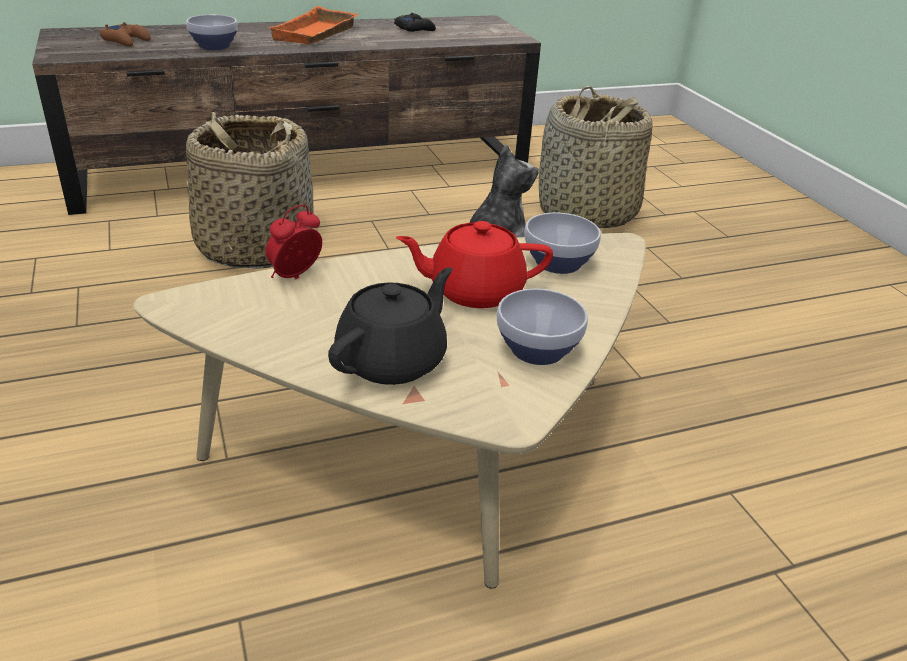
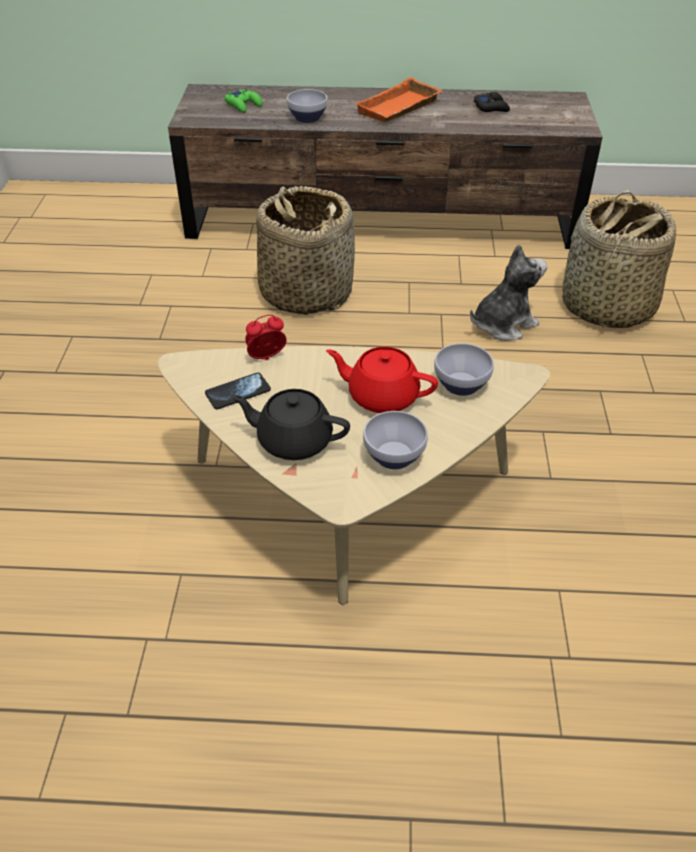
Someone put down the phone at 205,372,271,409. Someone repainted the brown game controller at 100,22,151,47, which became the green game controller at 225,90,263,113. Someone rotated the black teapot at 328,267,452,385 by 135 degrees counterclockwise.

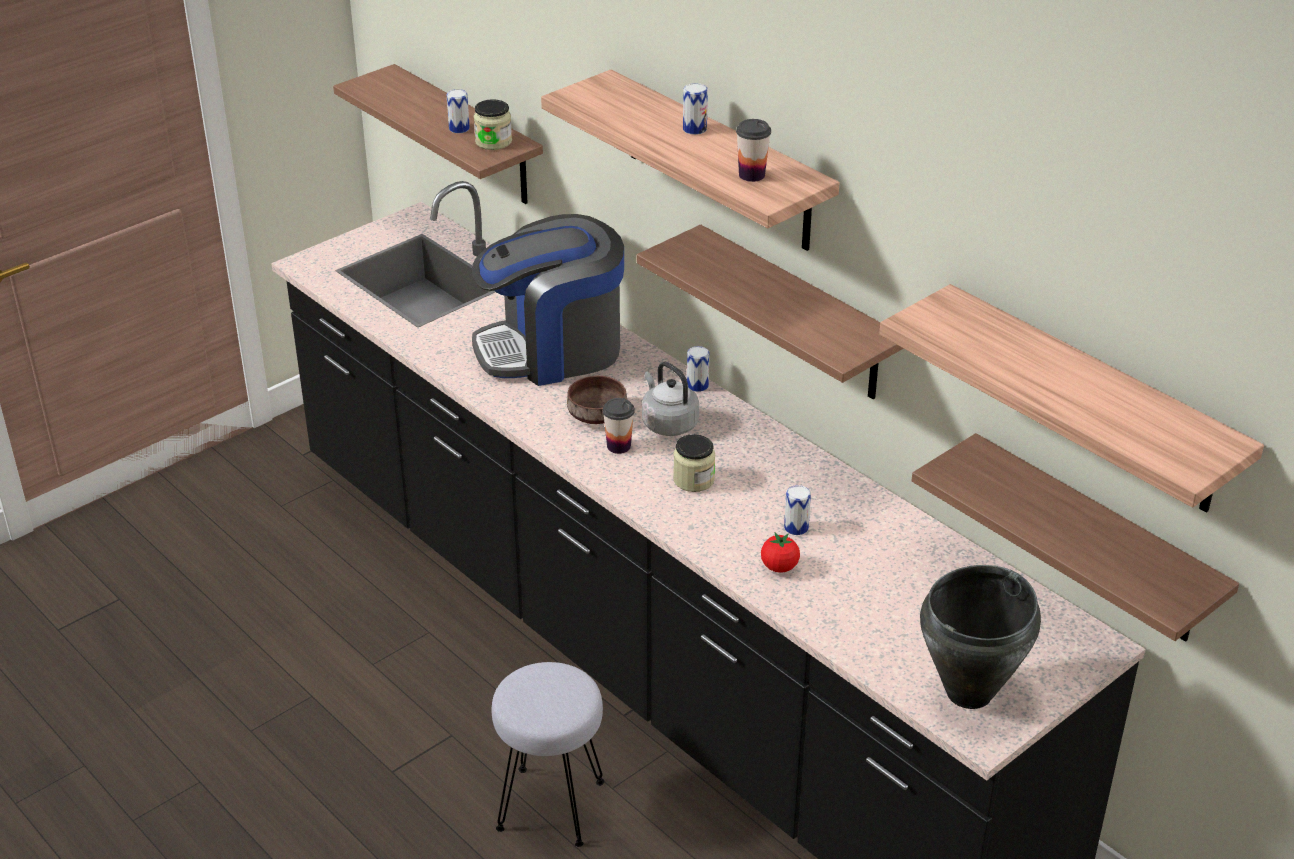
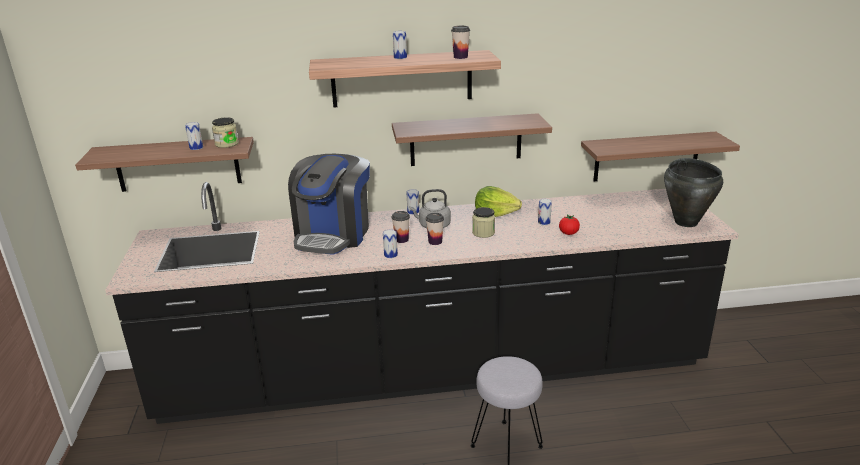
Someone took away the shelf at 879,284,1264,513. Someone put down the can at 383,229,398,258. Someone put down the lettuce at 475,186,522,217. Someone swapped the brown bowl at 567,376,627,424 for the cup at 392,211,410,243.

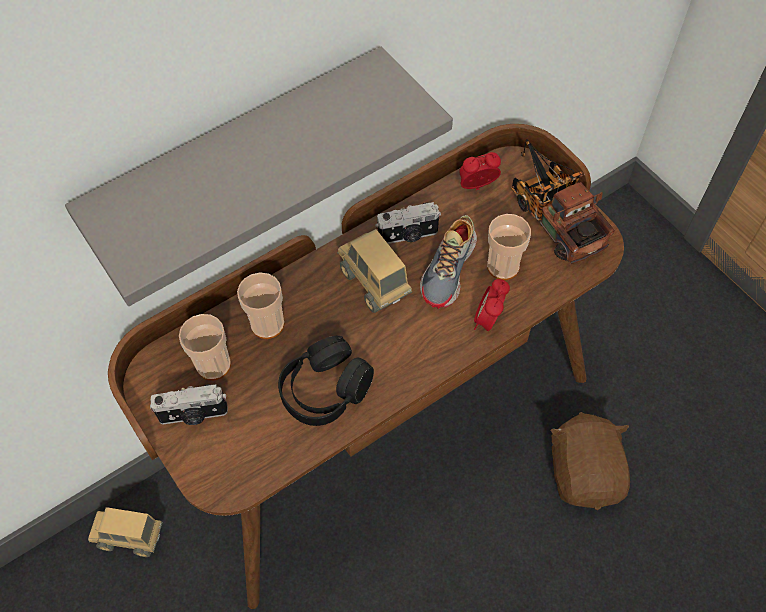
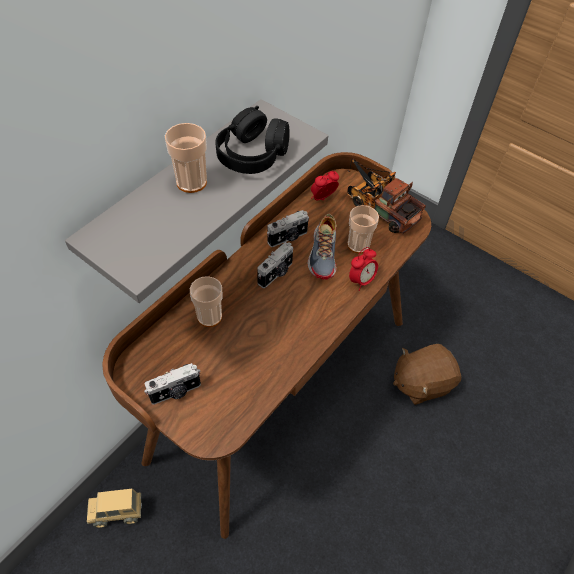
Someone carried the cup from 179,314,231,380 to 165,123,207,193. Someone carried the black headphones from 278,336,374,426 to 215,106,290,174. Someone swapped the toy truck at 337,229,412,313 for the photo camera at 257,242,293,288. Someone rotated the alarm clock at 474,279,510,331 by 135 degrees counterclockwise. Someone rotated the brown plush toy at 550,412,630,510 by 90 degrees counterclockwise.

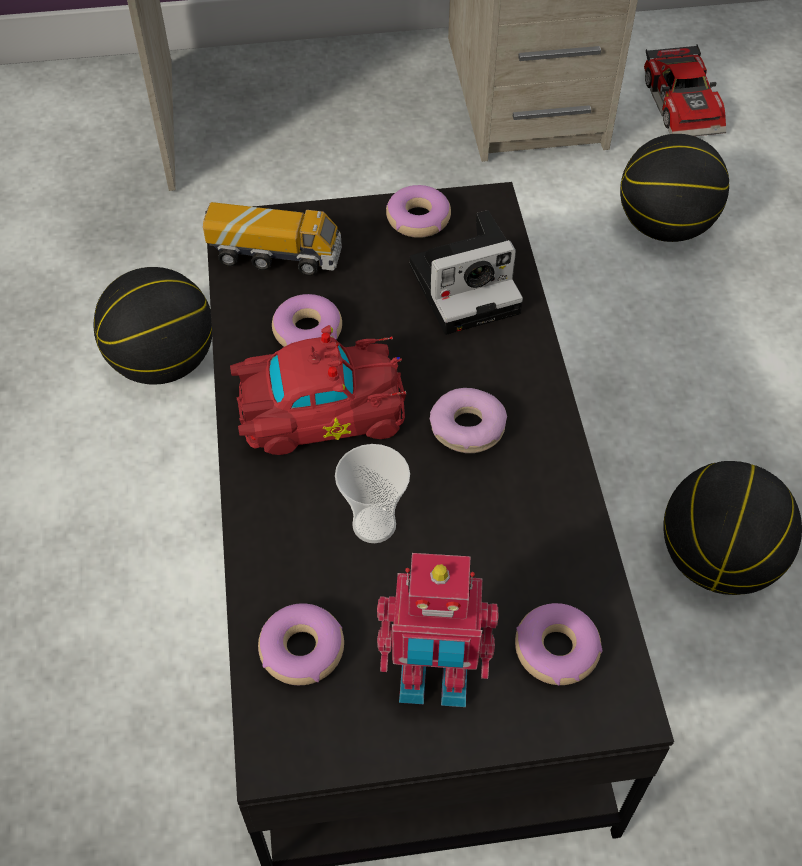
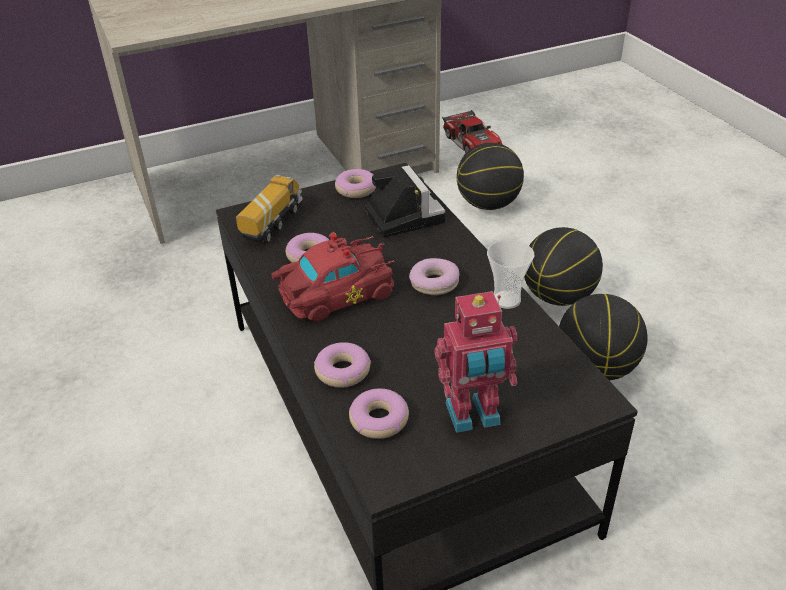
Someone carried the basketball from 94,267,212,385 to 524,227,603,306. Someone carried the cup from 335,444,410,543 to 487,240,534,309. Someone carried the donut from 515,603,603,685 to 314,342,371,388. Someone rotated the toy truck at 203,202,342,276 by 60 degrees counterclockwise. Someone rotated the photo camera at 410,210,523,335 by 75 degrees counterclockwise.

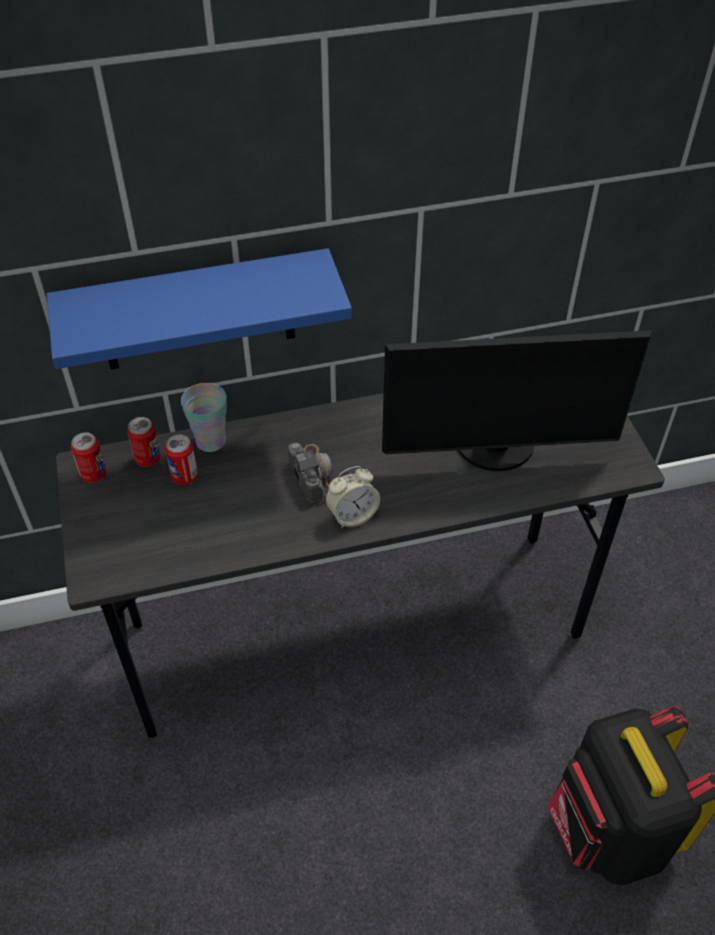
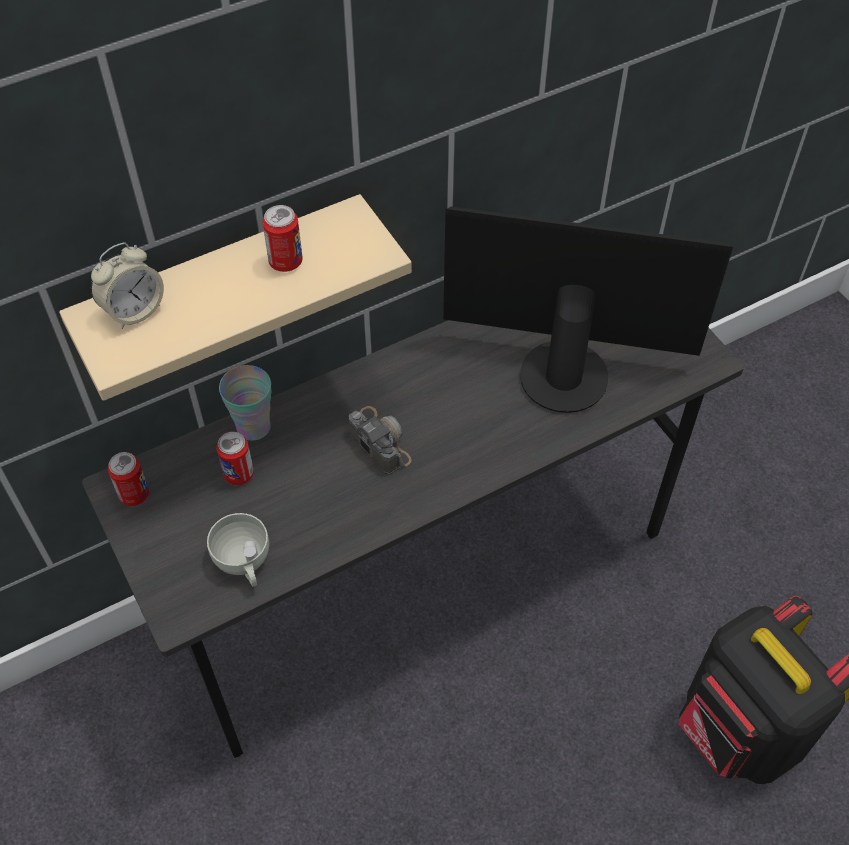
Someone put down the white cup at 207,513,269,587. Someone carried the can from 127,417,161,467 to 262,205,303,272. Someone carried the alarm clock from 325,466,380,528 to 91,242,164,329. Someone repainted the blue shelf at 47,248,352,369, which became the beige shelf at 59,194,412,401. Someone rotated the monitor at 382,330,652,471 by 150 degrees counterclockwise.

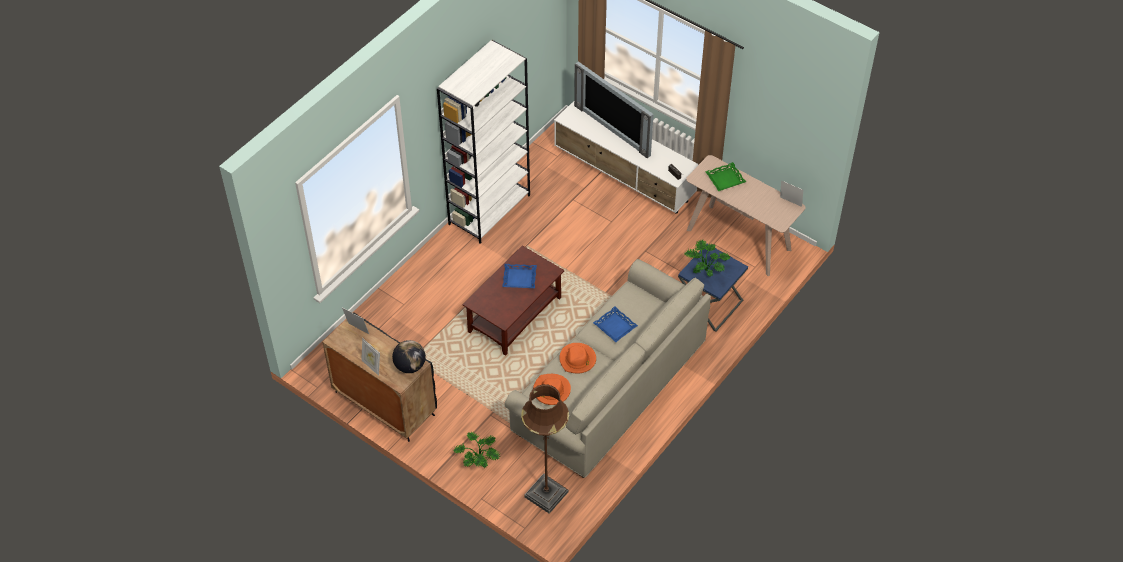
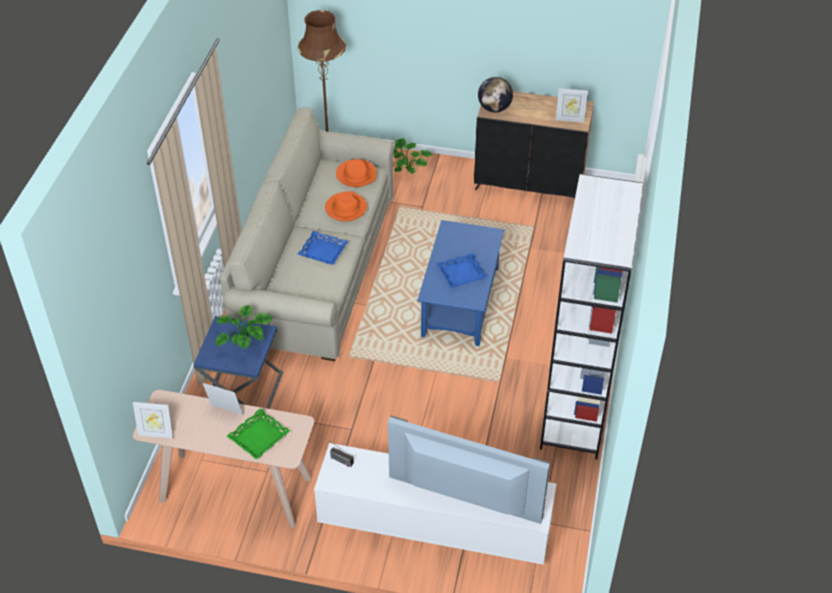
Someone carried the picture frame from 361,338,380,376 to 203,383,243,415. Someone repainted the brown coffee table at 463,245,564,356, which became the blue coffee table at 417,220,504,346.

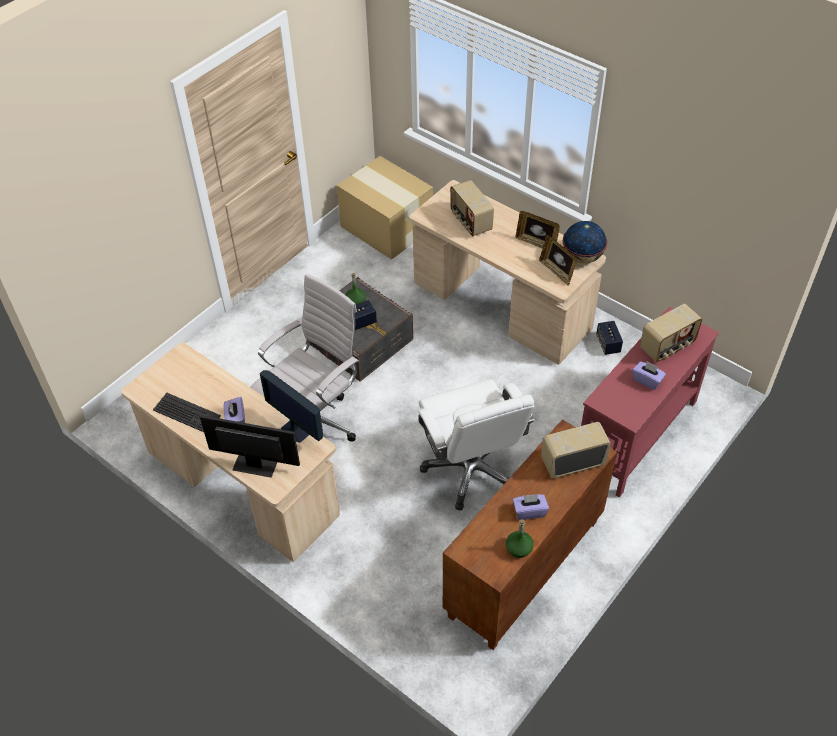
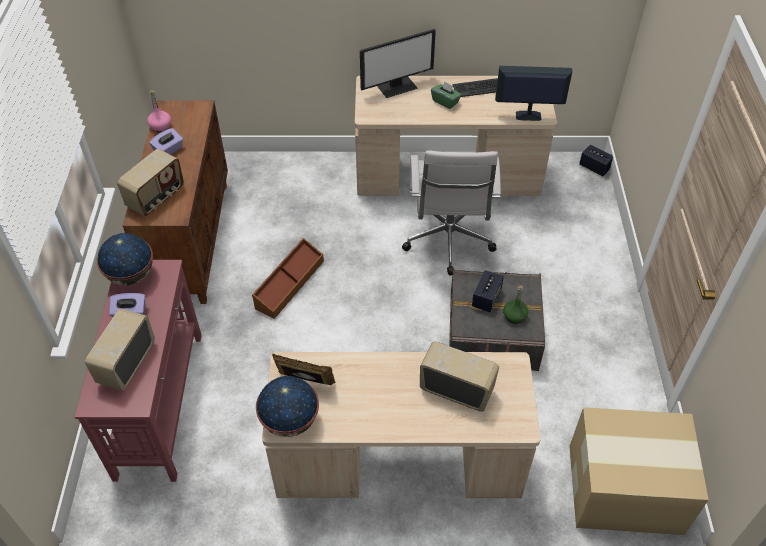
Someone took away the picture frame at 516,211,560,248. Someone put down the globe at 97,233,153,285. Someone carried the monitor from 260,370,323,443 to 495,66,572,121. Someone carried the speaker from 596,321,623,355 to 579,145,613,176. Someone swapped the white office chair at 418,379,535,511 for the brown storage box at 252,238,324,319. Someone repainted the purple tissue box at 224,397,245,423, which became the green tissue box at 431,81,461,109. Someone repainted the green bottle at 506,519,534,558, which became the pink bottle at 147,90,171,132.

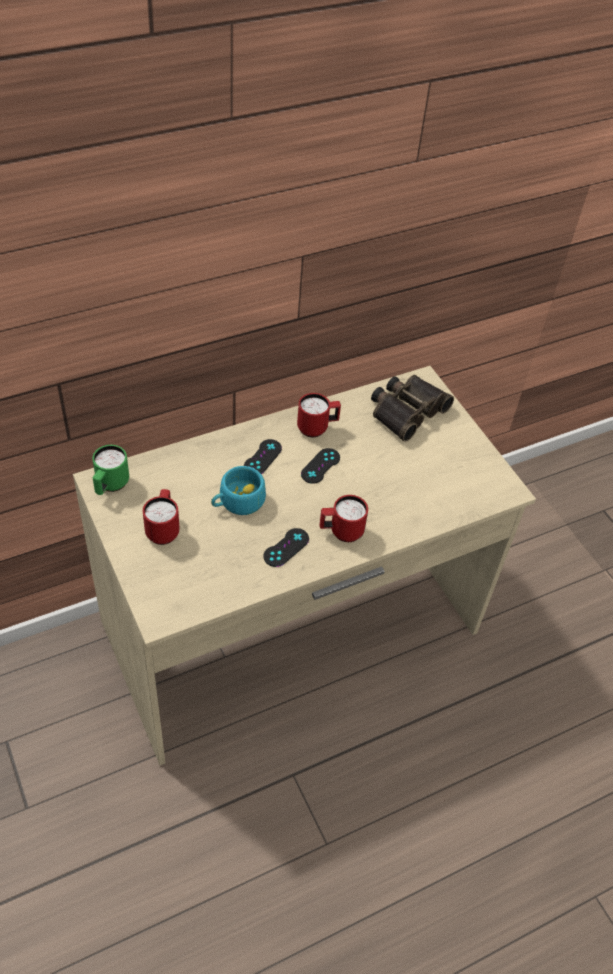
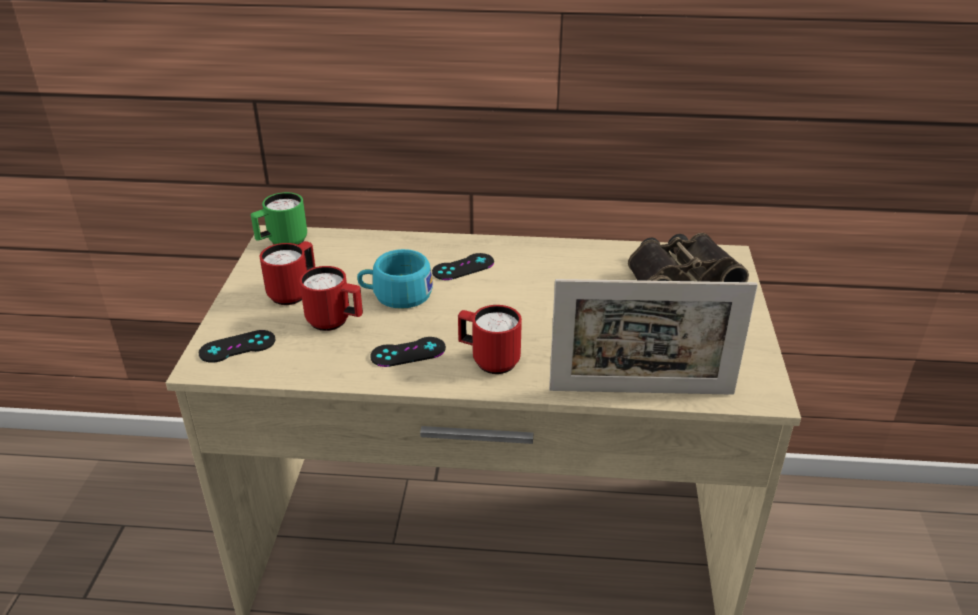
Someone put down the picture frame at 549,279,758,395. Someone carried the red mug from 297,393,341,437 to 299,266,363,331. Someone carried the black game controller from 301,448,340,484 to 199,330,276,363.

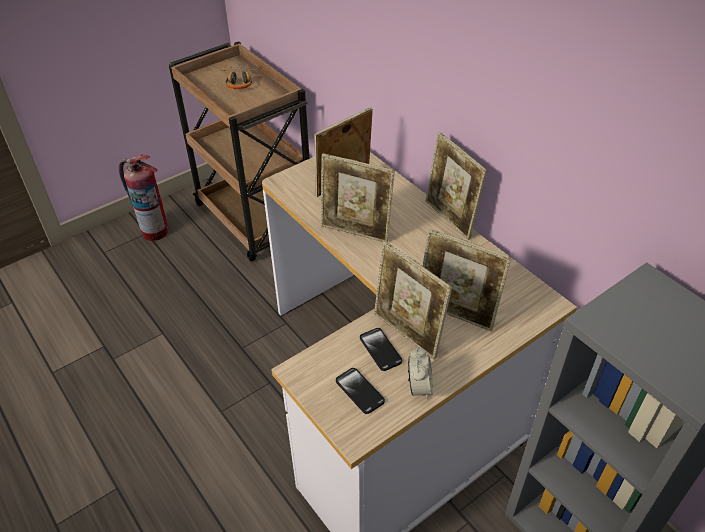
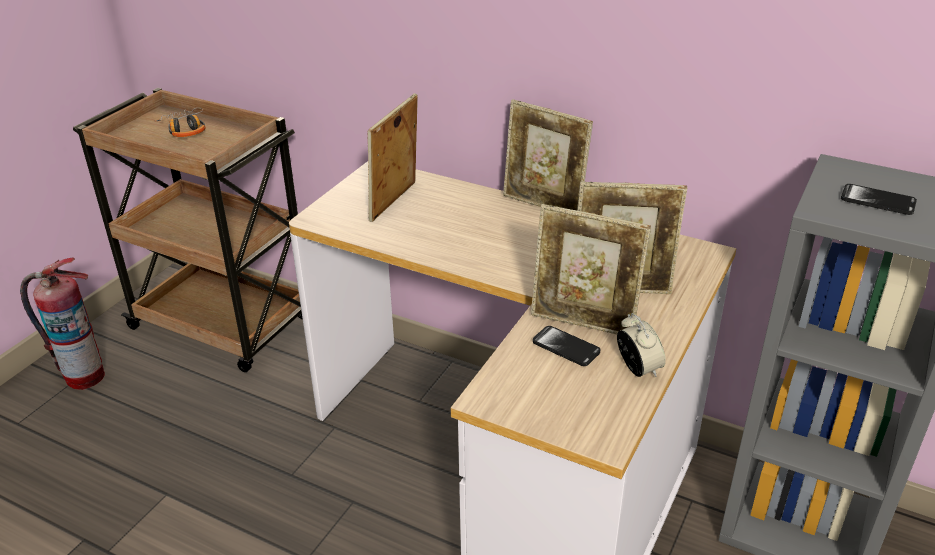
Someone took away the picture frame at 321,153,395,242. Someone carried the phone from 336,368,385,414 to 841,184,917,215.

